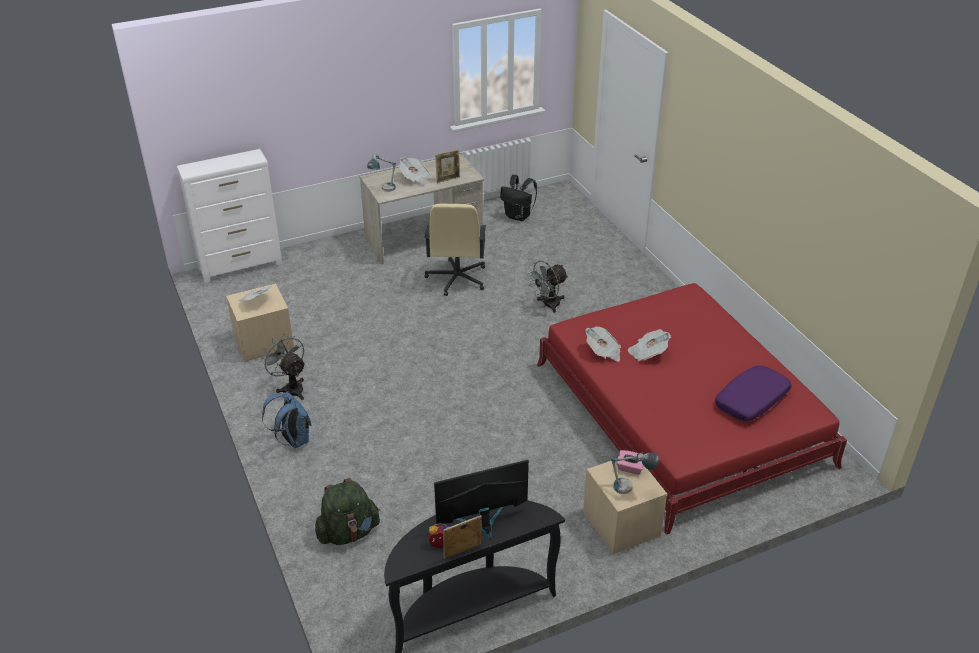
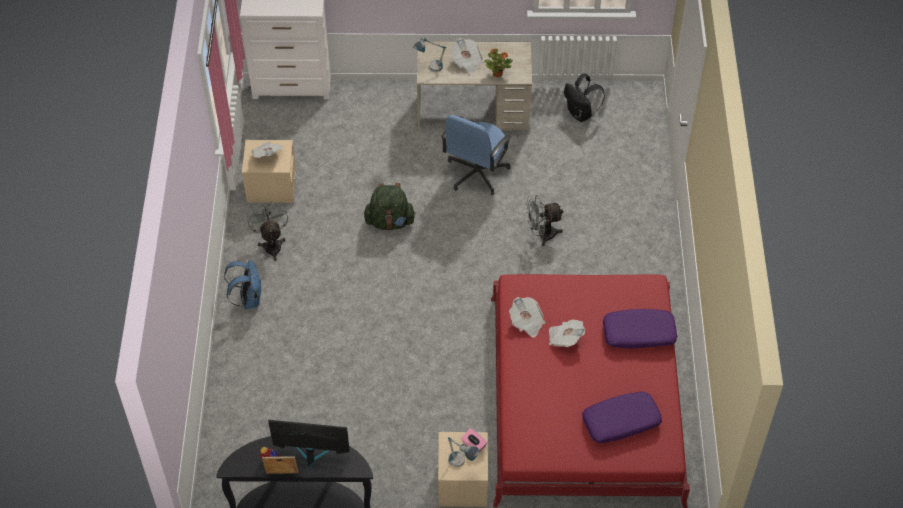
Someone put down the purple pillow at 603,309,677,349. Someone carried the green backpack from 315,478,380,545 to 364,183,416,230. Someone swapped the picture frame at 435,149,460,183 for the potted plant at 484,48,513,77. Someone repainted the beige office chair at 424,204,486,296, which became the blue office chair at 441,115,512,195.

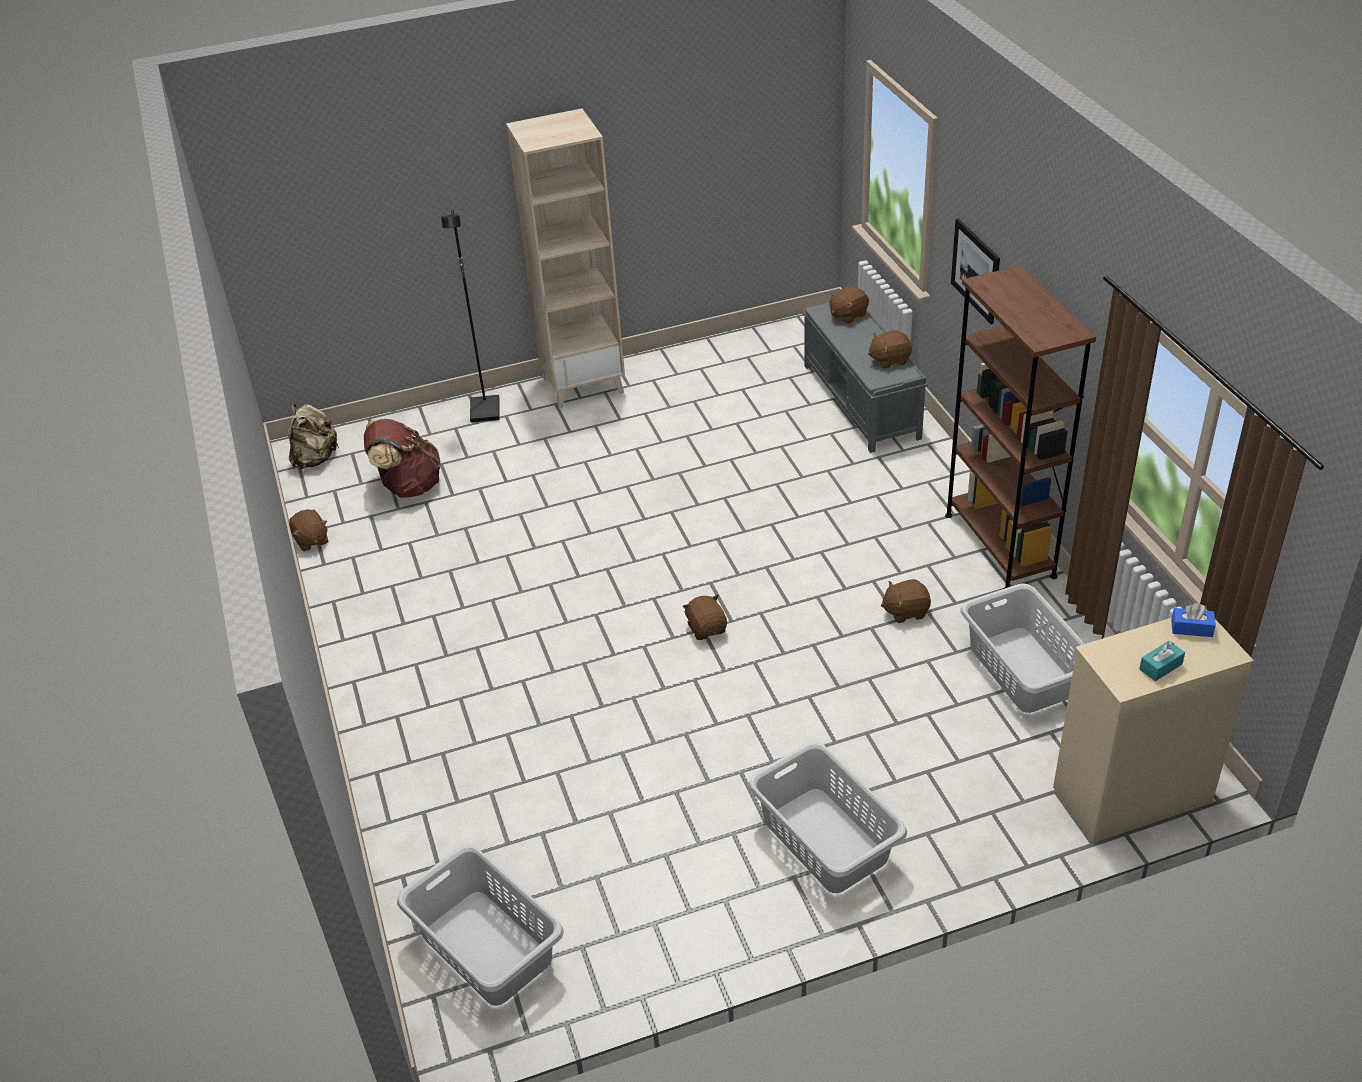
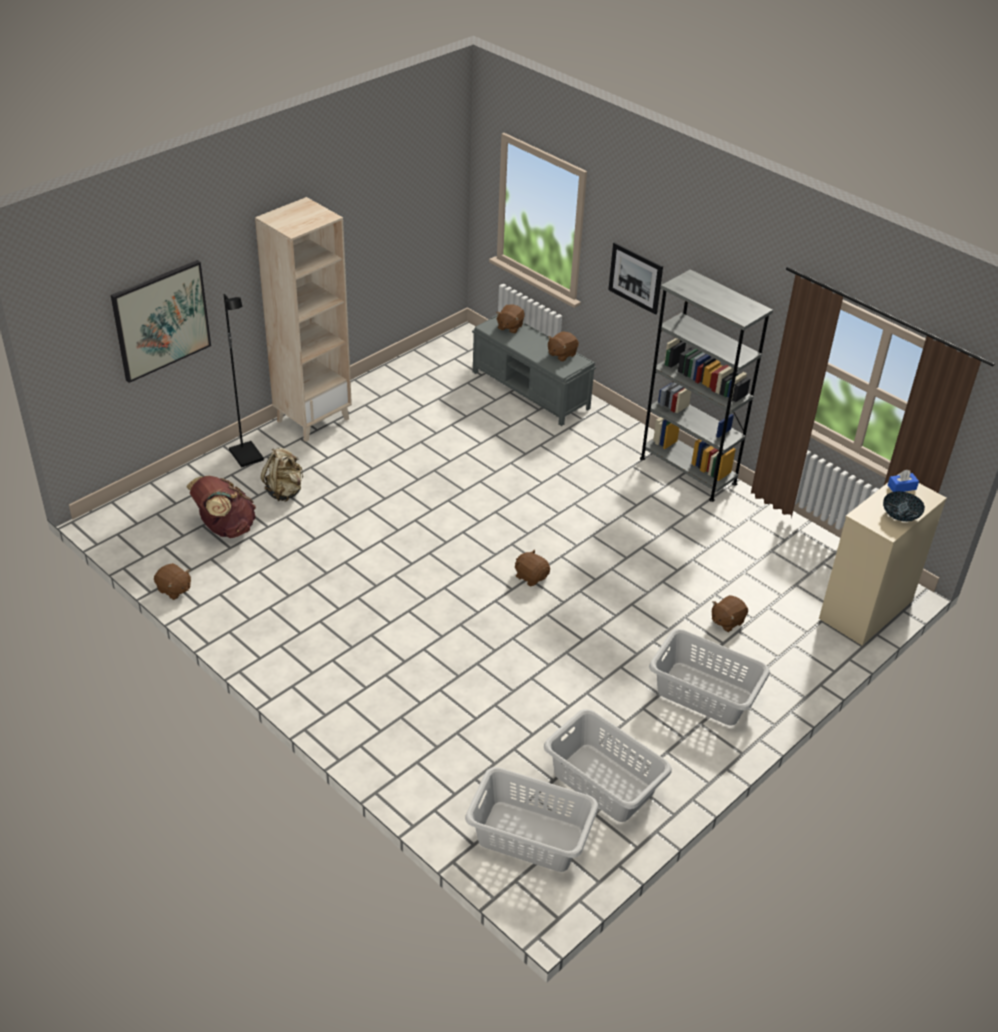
Someone put up the picture at 111,260,211,383. Someone carried the beige backpack from 288,404,339,469 to 261,447,303,502. Someone carried the brown plush toy from 881,579,931,623 to 712,595,748,632. Someone carried the grey laundry basket from 960,583,1085,713 to 544,709,672,822. Someone swapped the turquoise tissue box at 1139,641,1185,681 for the bowl at 883,491,925,522. Someone repainted the brown bookcase at 945,266,1096,589, which became the grey bookcase at 640,269,773,502.

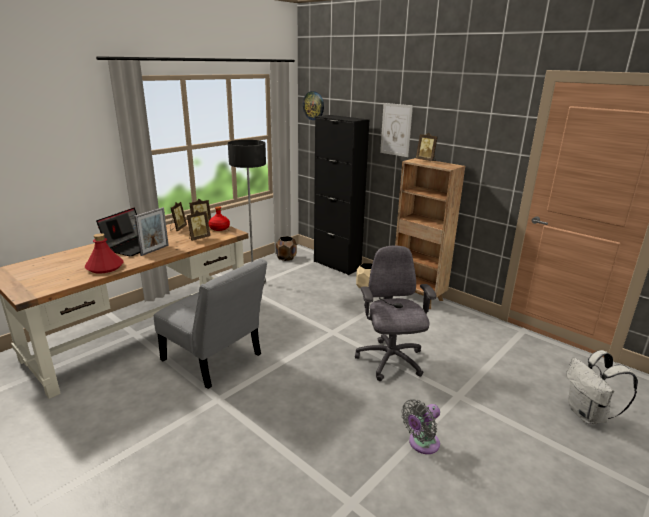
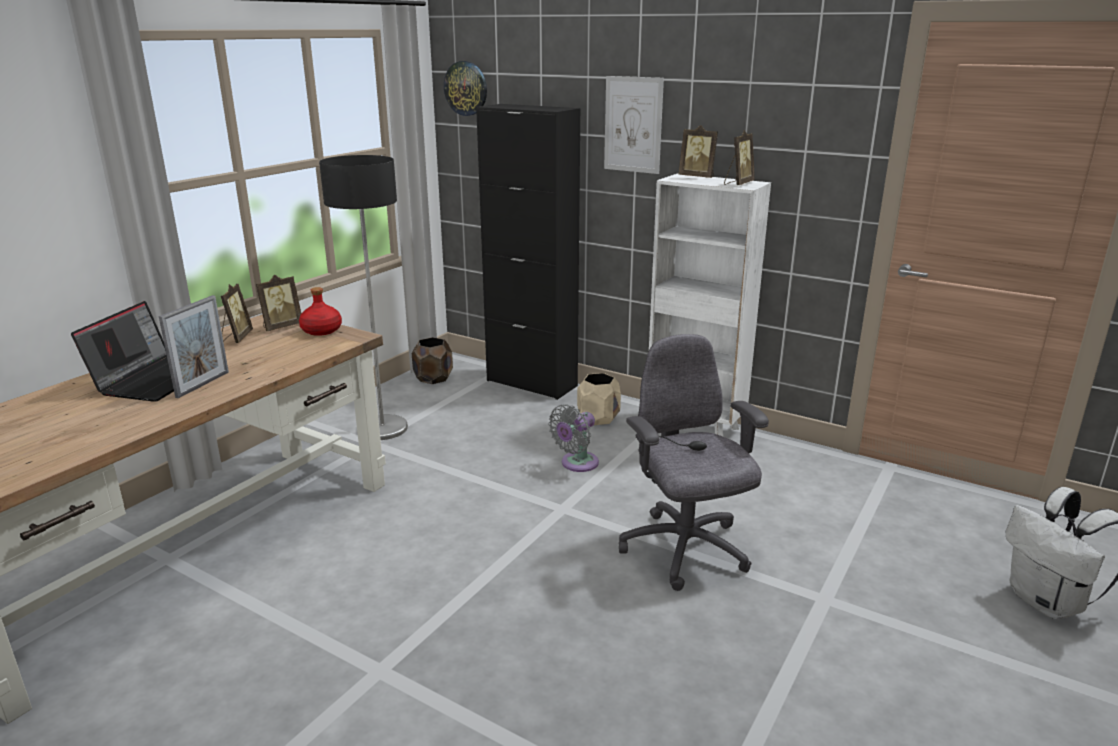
Someone took away the red bottle at 85,233,124,273. Someone took away the grey chair at 154,258,267,389. Someone carried the picture frame from 187,210,210,241 to 724,130,755,185. Someone carried the grey fan from 401,399,440,454 to 548,404,599,472. Someone repainted the brown bookcase at 395,158,465,309, which became the white bookcase at 649,173,771,437.

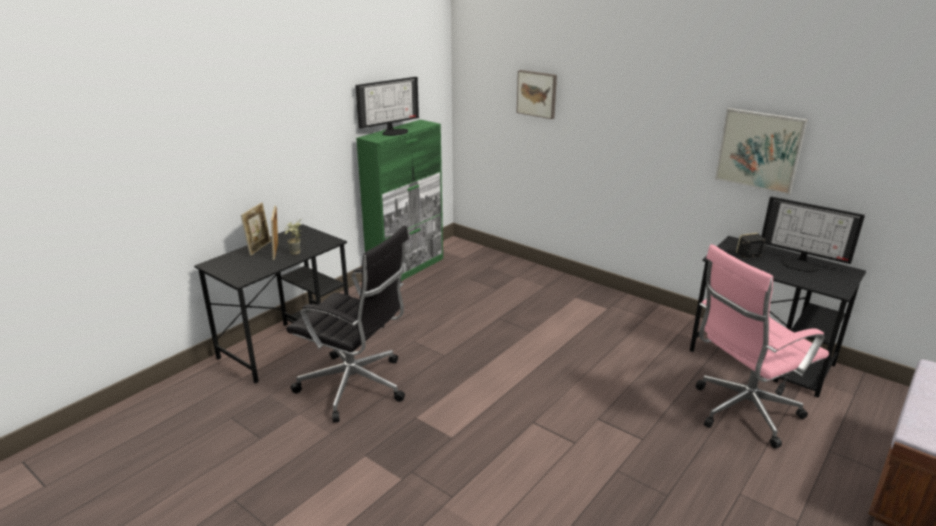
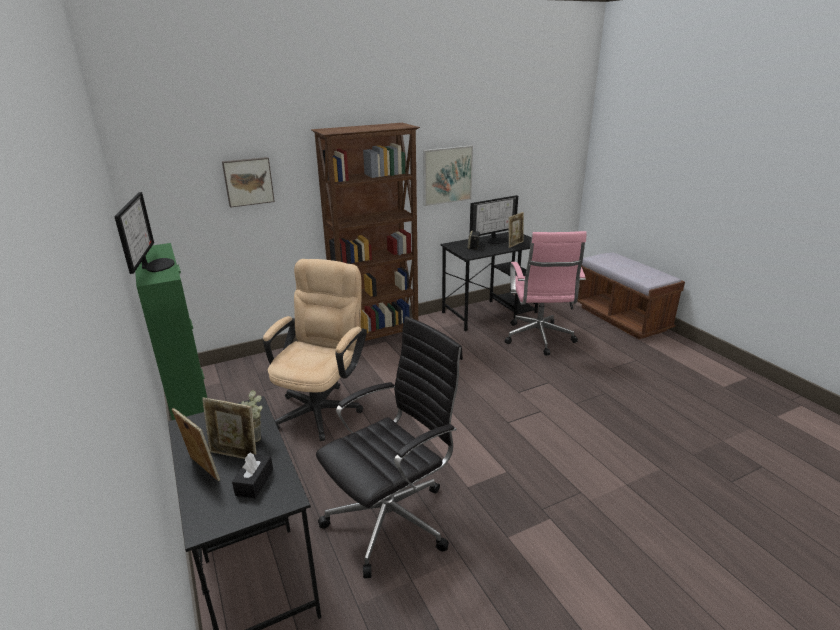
Someone put down the black tissue box at 232,452,273,498. Someone put down the beige office chair at 263,259,367,441. Someone put down the brown bookcase at 311,123,420,341. Someone put down the picture frame at 509,212,524,248.

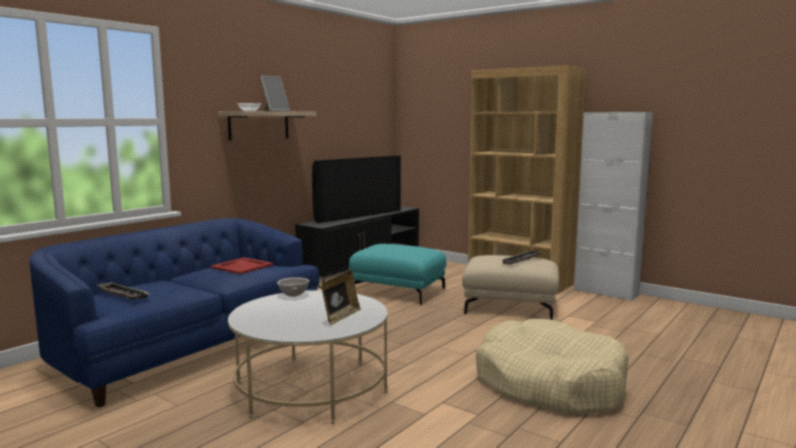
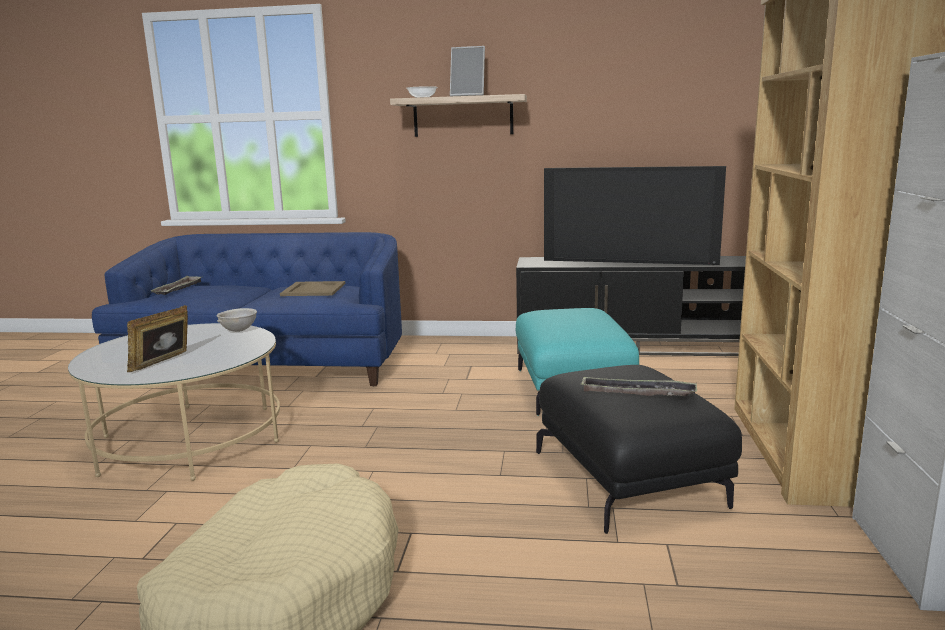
Someone repainted the red tray at 210,257,274,274, which became the beige tray at 280,281,345,296. Someone repainted the beige ottoman at 462,255,559,320, which became the black ottoman at 536,365,742,534. Someone rotated the picture frame at 321,270,361,325 by 120 degrees clockwise.

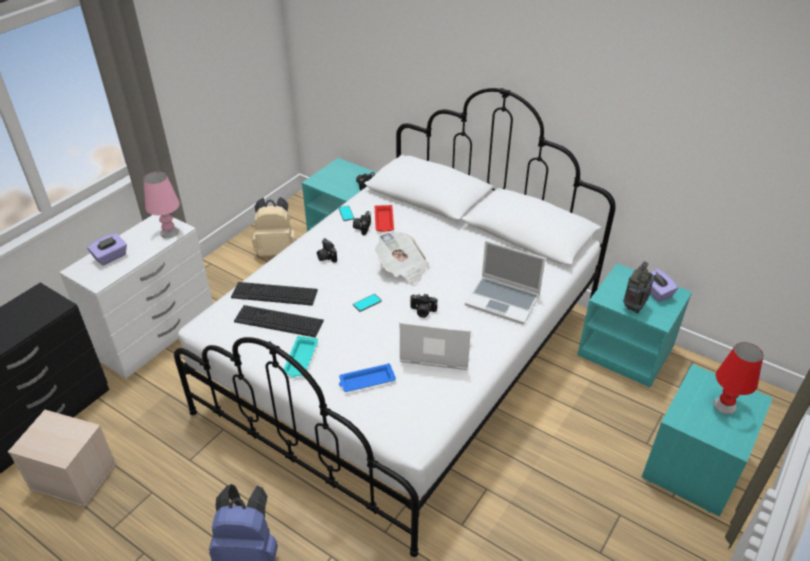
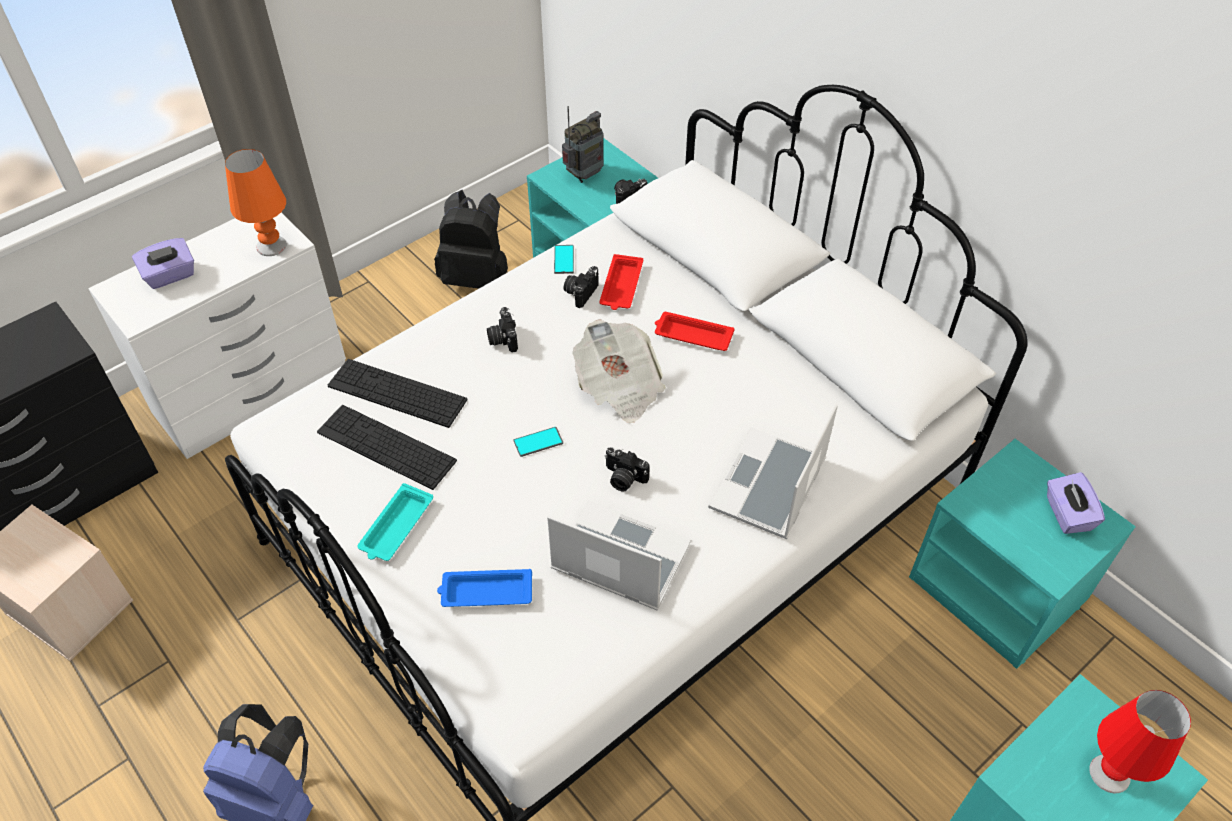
Someone put down the red tray at 655,312,734,351. Someone carried the radio from 623,261,655,313 to 562,106,603,183. Someone repainted the pink table lamp at 143,172,180,238, which became the orange table lamp at 225,149,287,256. Someone repainted the beige backpack at 252,197,296,256, which became the black backpack at 434,190,508,289. Someone rotated the laptop at 465,241,545,324 by 75 degrees clockwise.

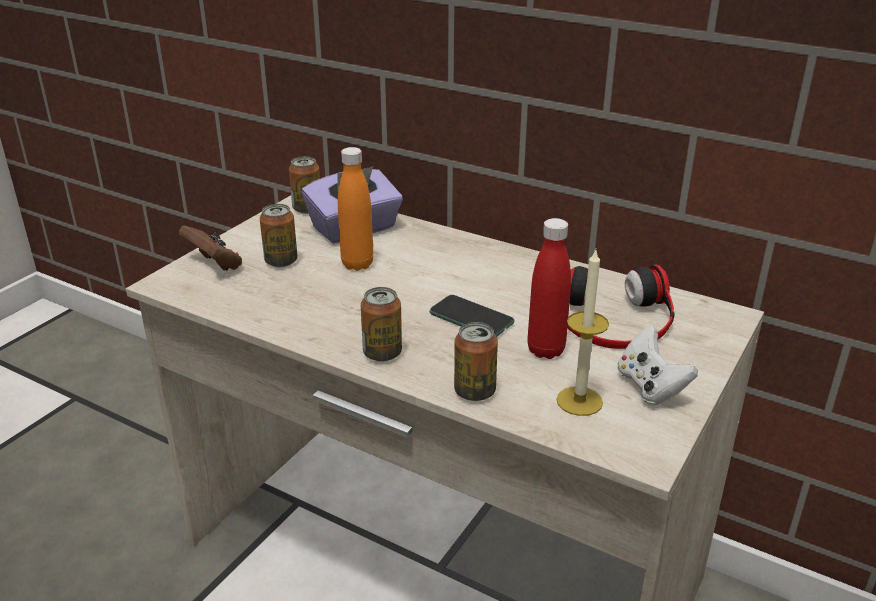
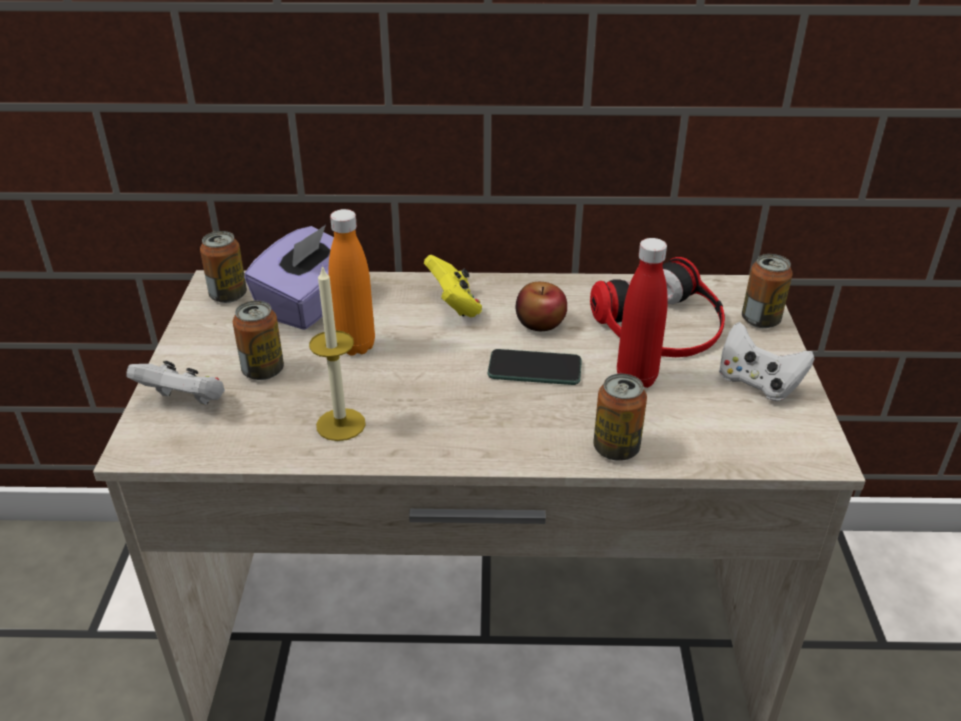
Someone put down the yellow game controller at 424,255,482,318. Someone put down the apple at 516,282,567,331. Someone carried the can from 361,287,402,362 to 742,254,793,328. Someone carried the candle from 556,249,609,416 to 309,265,366,441. Someone repainted the brown game controller at 179,225,242,271, which became the white game controller at 126,361,225,405.

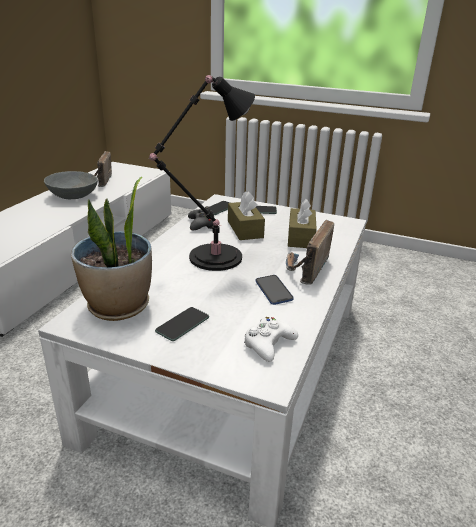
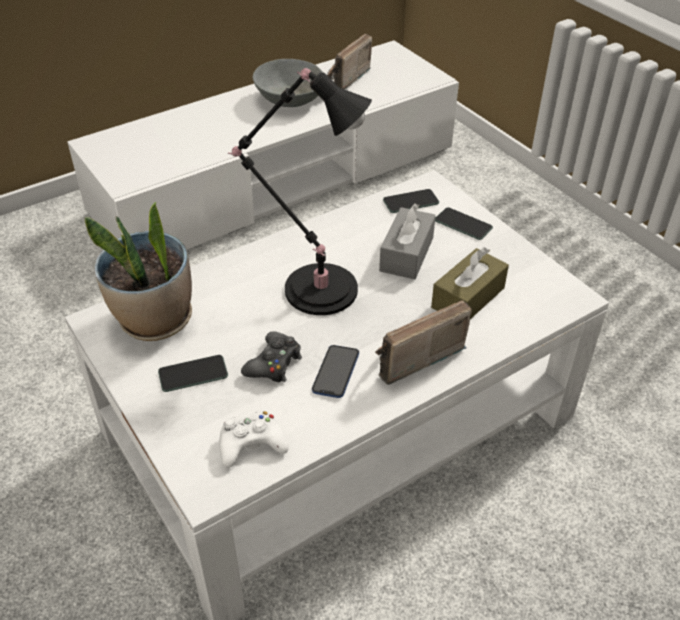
Someone carried the black game controller from 188,206,214,230 to 241,331,302,382. Someone repainted the brown tissue box at 228,191,265,240, which became the grey tissue box at 379,203,436,279.

